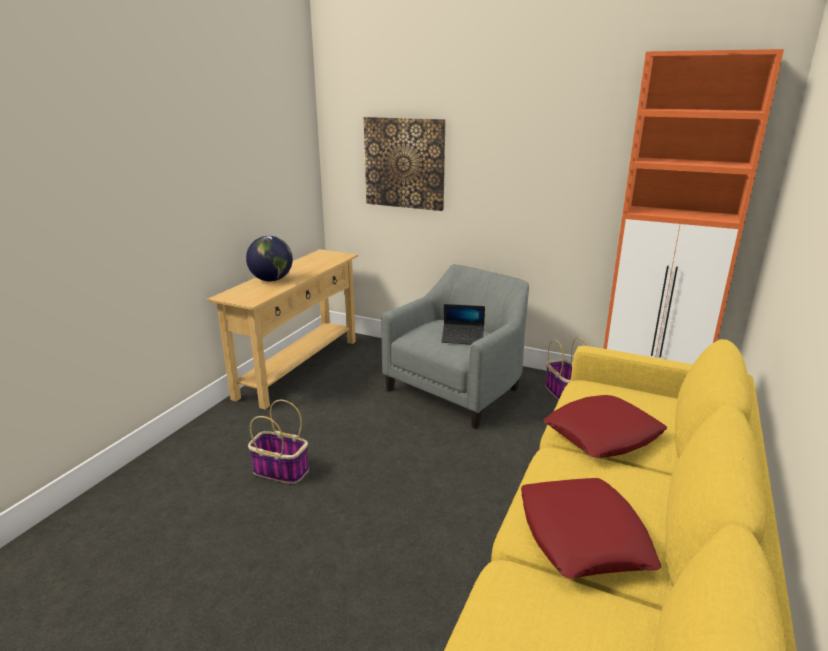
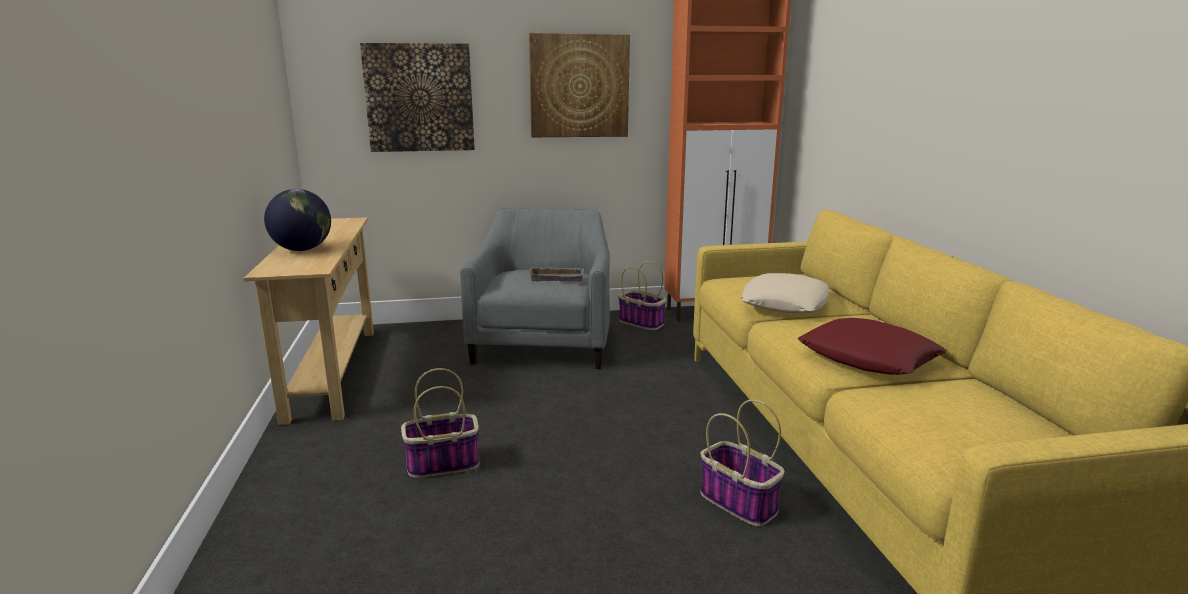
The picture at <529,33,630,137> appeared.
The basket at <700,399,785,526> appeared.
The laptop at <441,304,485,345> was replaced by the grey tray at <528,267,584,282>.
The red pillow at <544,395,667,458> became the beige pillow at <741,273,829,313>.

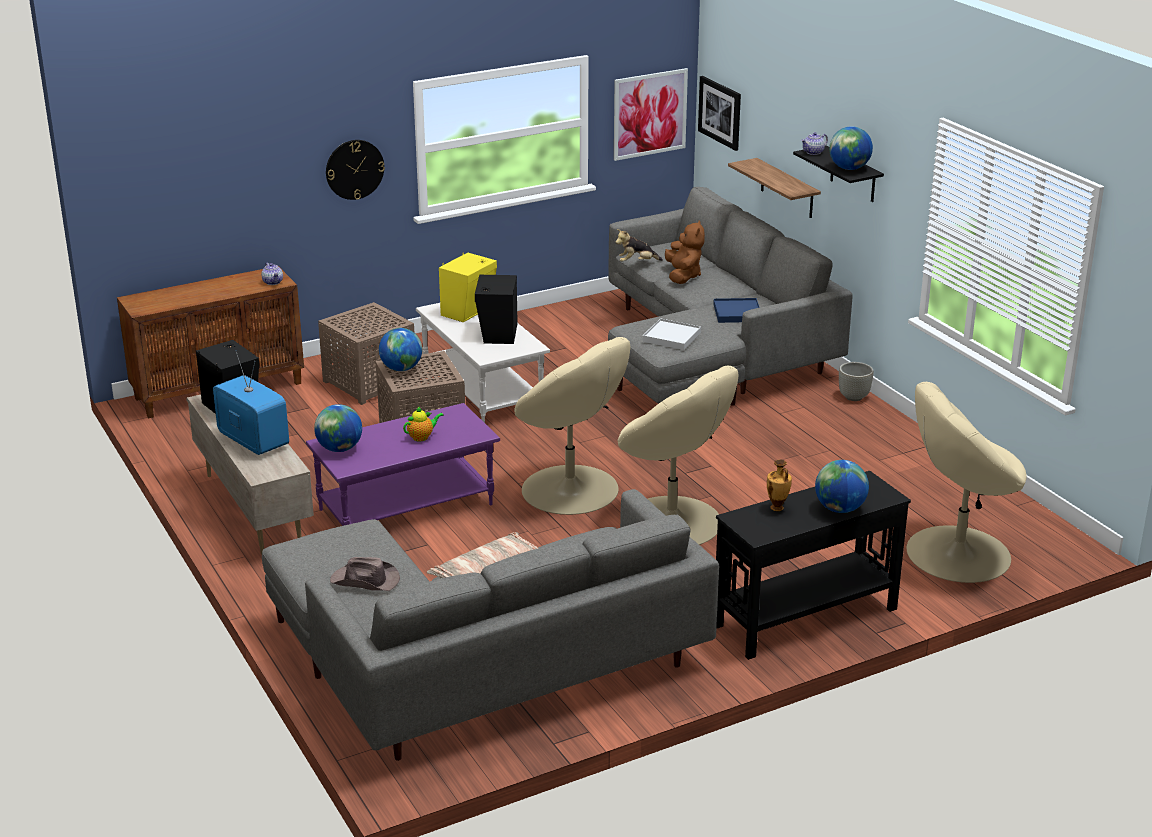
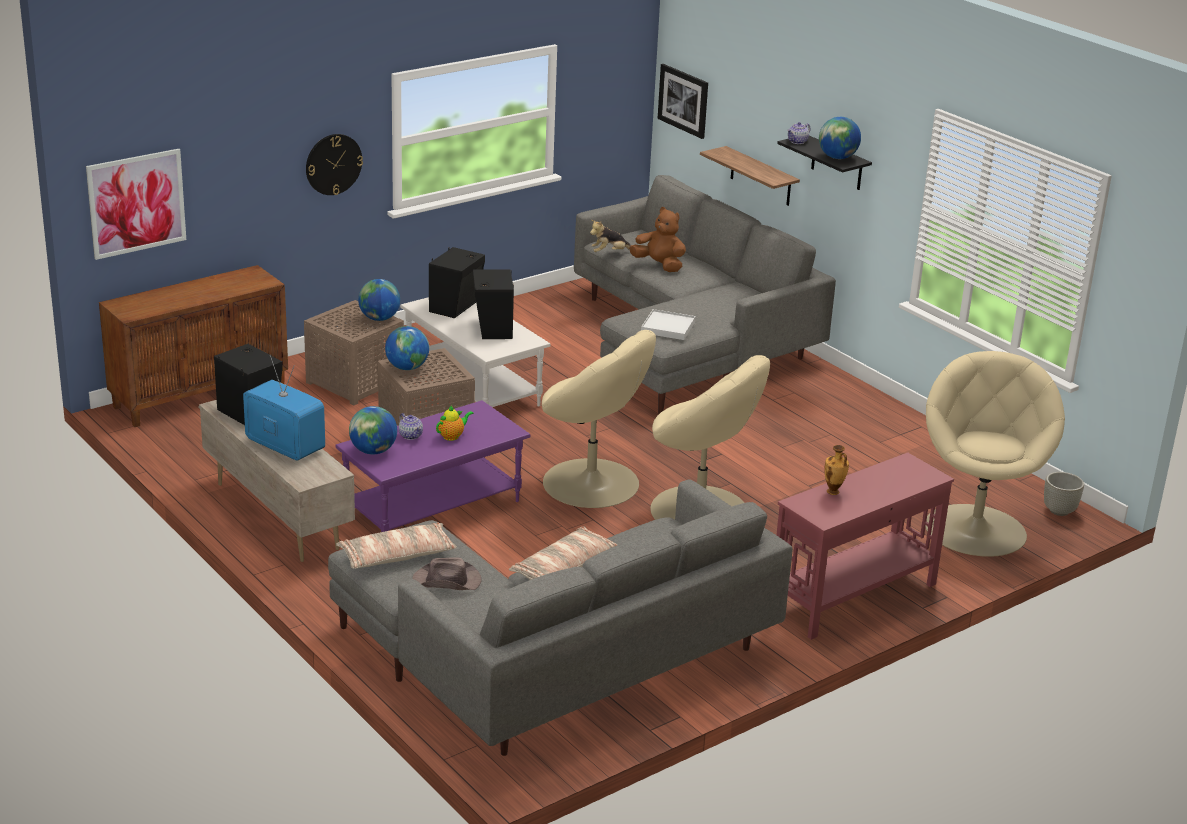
The blue tray at <713,298,760,323> disappeared.
The pillow at <336,523,457,569> appeared.
The teapot moved from <261,263,283,285> to <399,413,423,440>.
The picture moved from <614,68,688,161> to <86,149,186,260>.
The globe moved from <815,460,869,513> to <358,279,400,321>.
The grey planter moved from <839,362,874,401> to <1044,472,1084,516>.
The yellow speaker at <439,252,497,322> became the black speaker at <429,247,485,318>.
The black console table at <716,471,911,660> became the red console table at <776,452,954,640>.
The brown plush toy at <665,220,705,284> turned 45 degrees counterclockwise.
The beige armchair at <906,382,1026,583> turned 120 degrees clockwise.

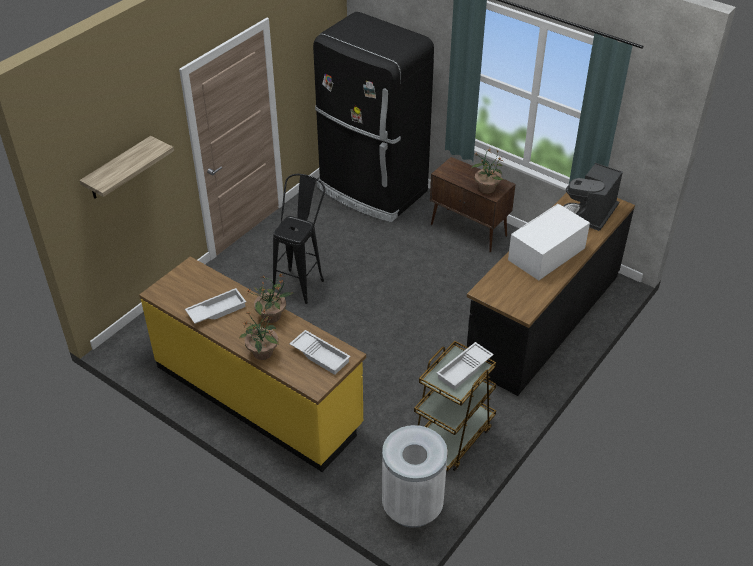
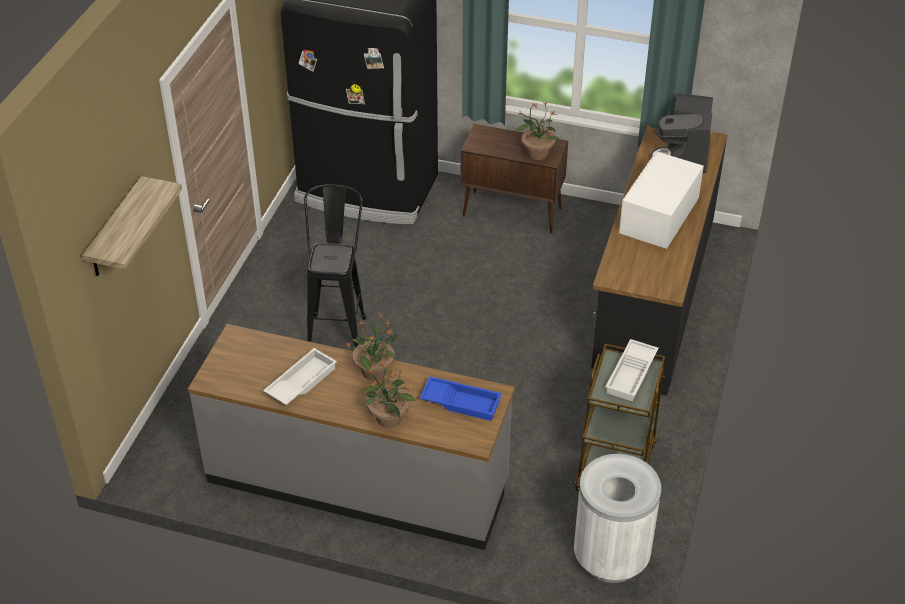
The yellow counter at <139,256,366,472> became the grey counter at <188,324,515,550>.
The white tray at <289,330,351,375> became the blue tray at <420,376,502,421>.

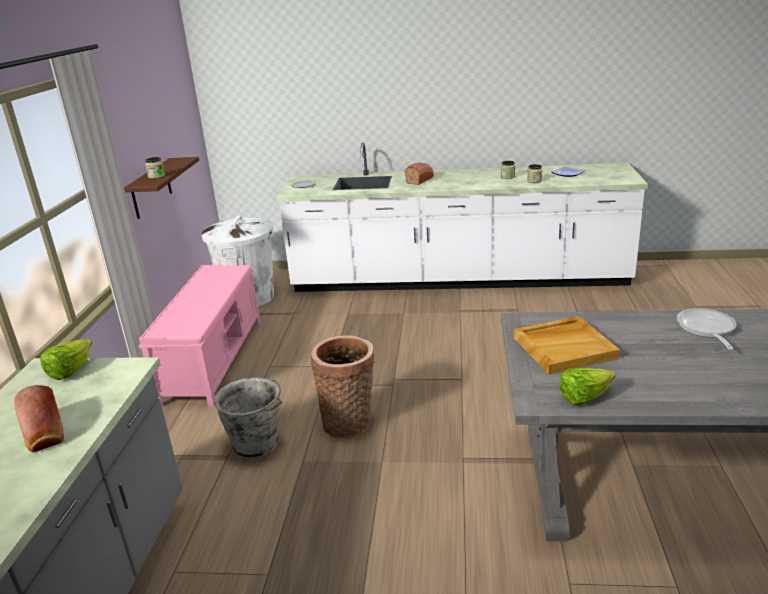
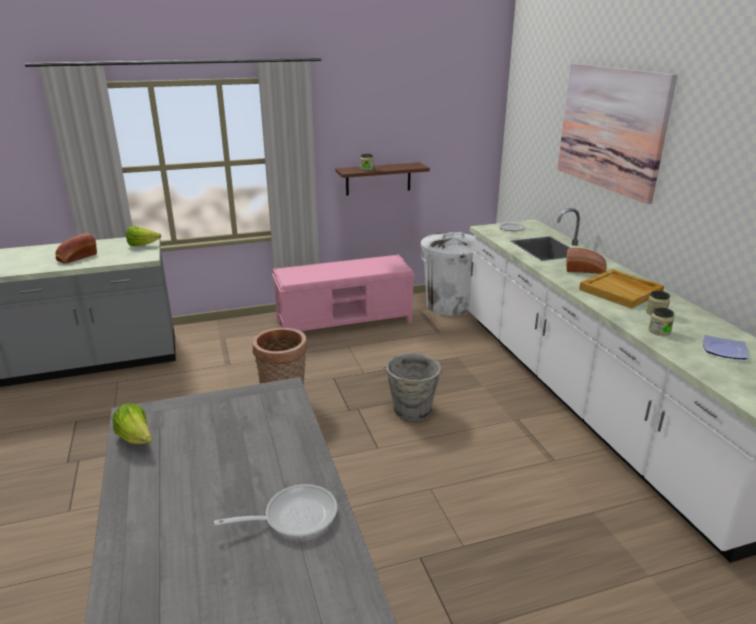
The picture at <557,63,677,204> appeared.
The grey bucket moved from <214,377,282,460> to <383,353,442,421>.
The beige tray moved from <514,316,620,374> to <579,269,664,309>.

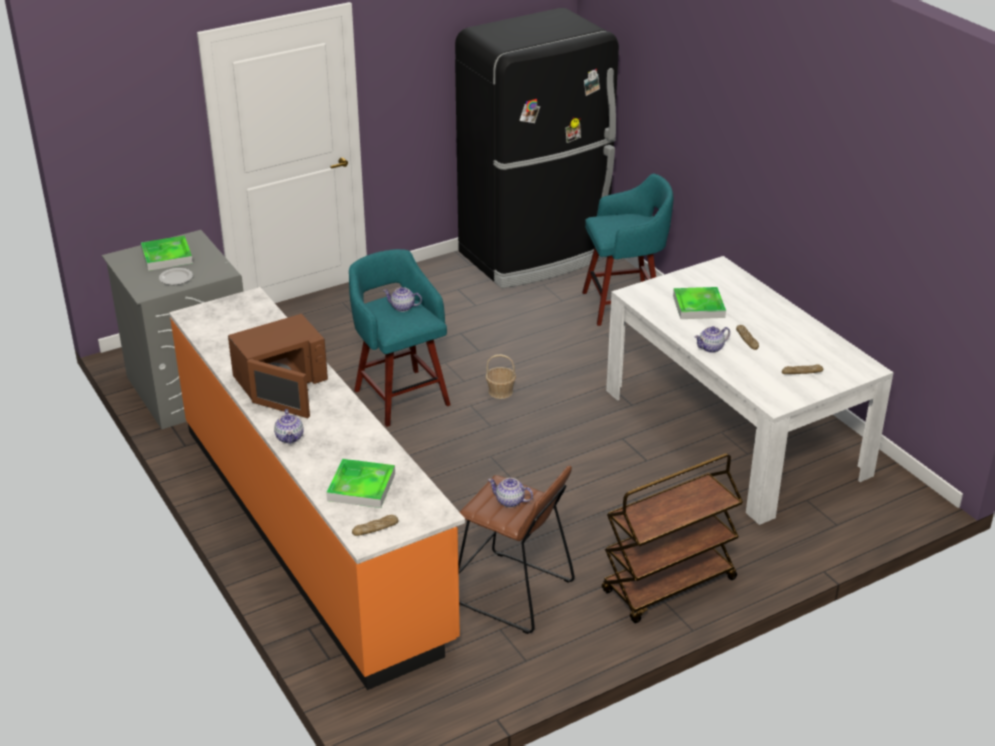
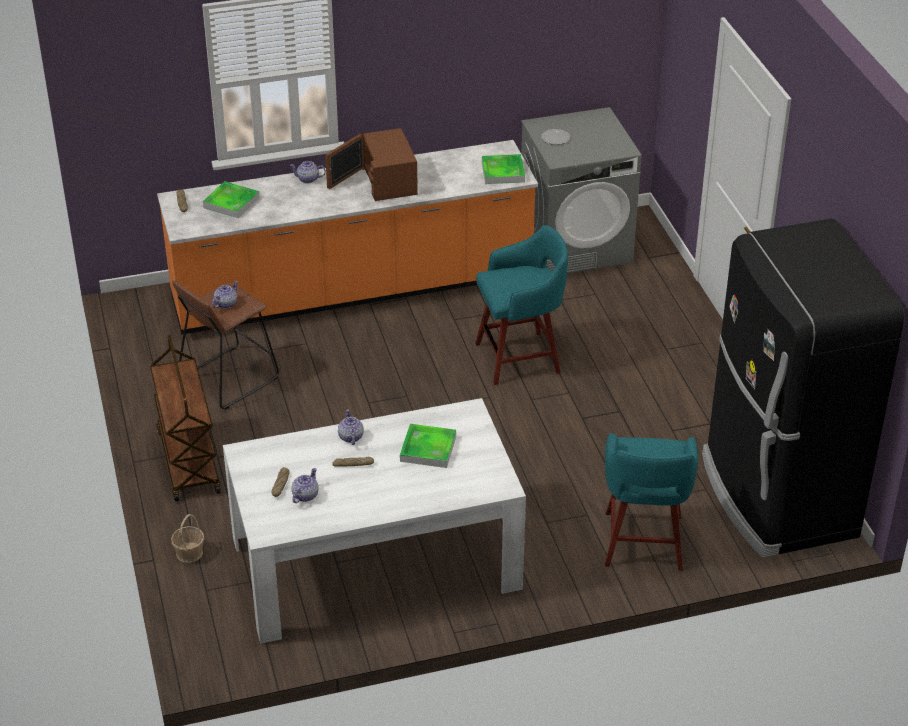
The tray moved from <141,235,193,271> to <482,154,525,184>.
The teapot moved from <383,287,422,312> to <292,468,319,503>.
The basket moved from <485,354,516,399> to <171,514,204,563>.

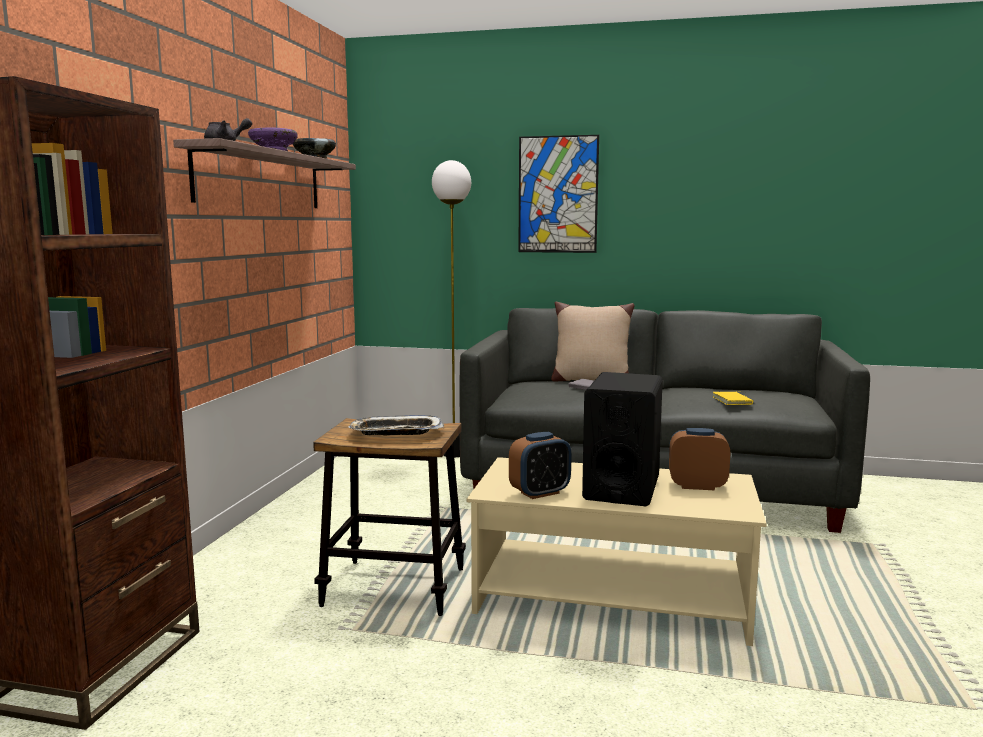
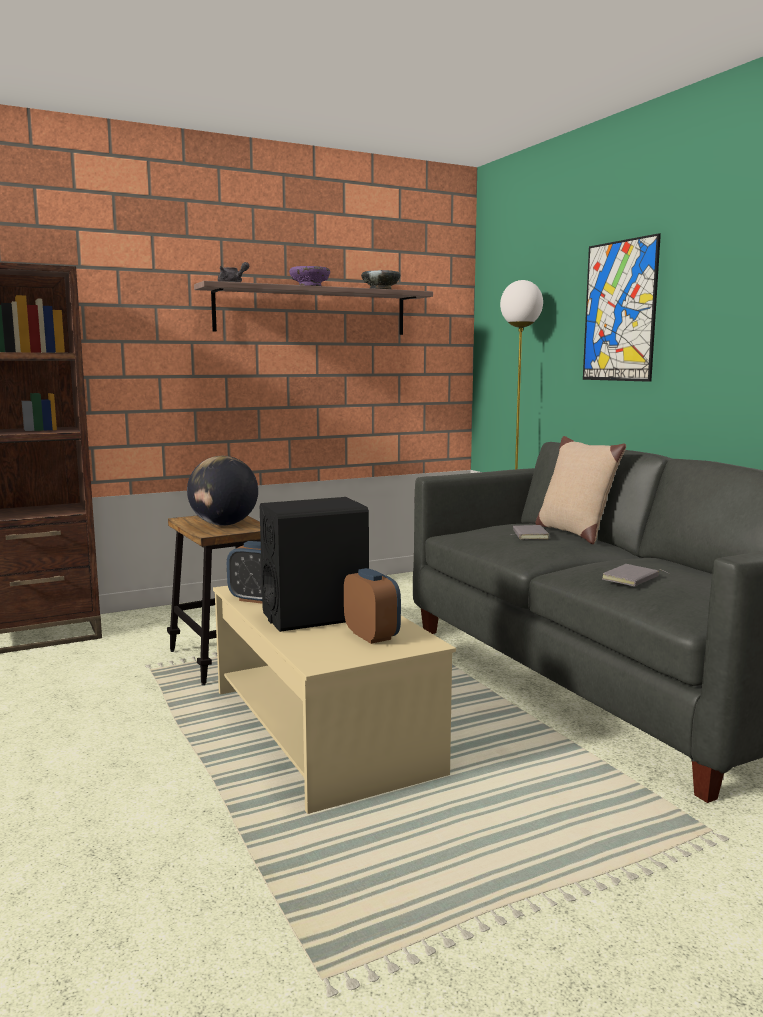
The tray at <348,415,444,435> was replaced by the globe at <187,456,258,526>.
The yellow book at <713,391,753,405> became the grey book at <602,564,669,587>.

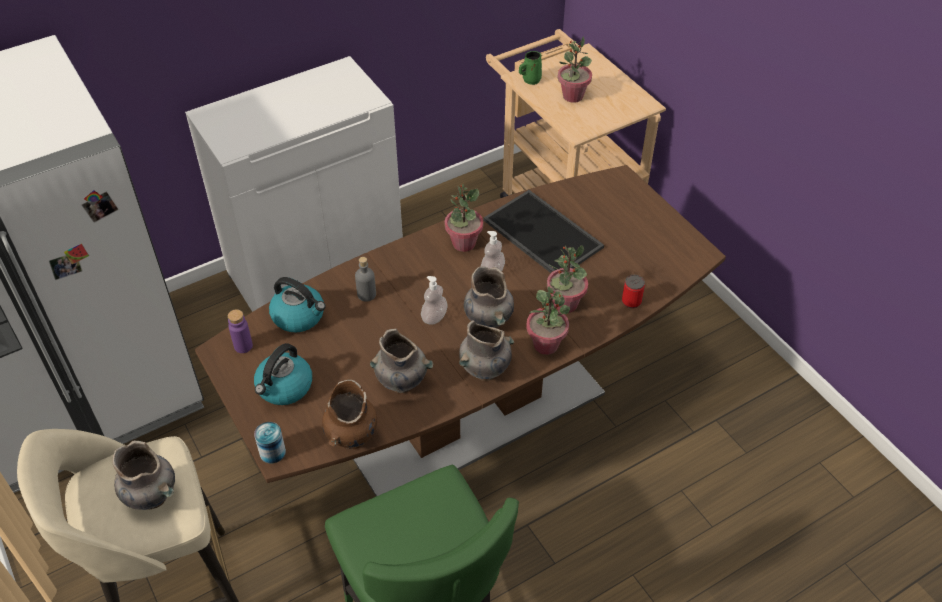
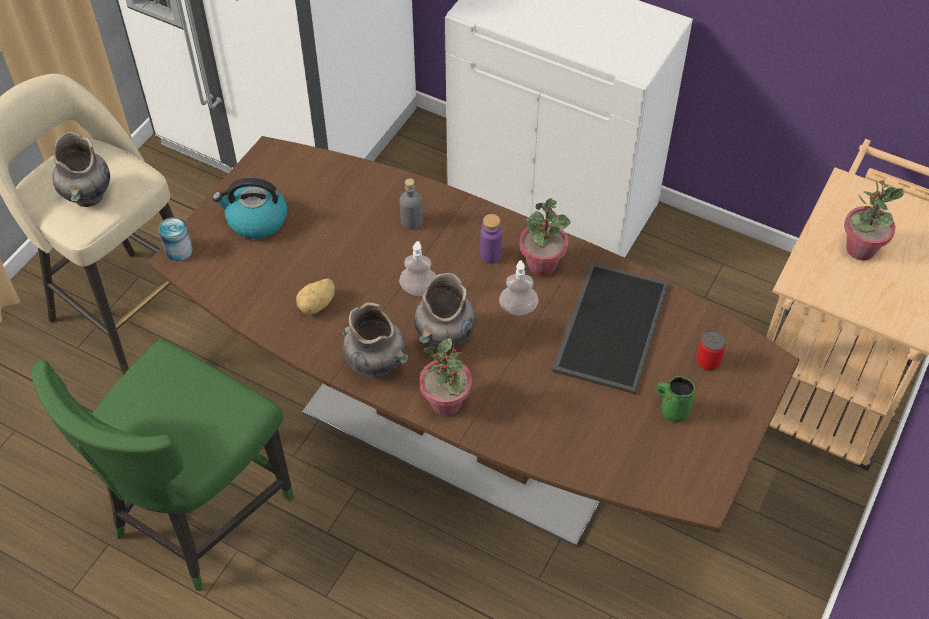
The kettle at <269,277,326,333> disappeared.
The brown vase at <322,380,377,449> disappeared.
The potted plant at <547,245,588,313> disappeared.
The purple bottle moved from <228,309,253,353> to <480,214,502,264>.
The green mug moved from <519,51,542,85> to <656,376,695,422>.
The can moved from <622,275,645,308> to <696,330,726,371>.
The grey vase at <370,329,433,393> was replaced by the potato at <296,278,335,315>.

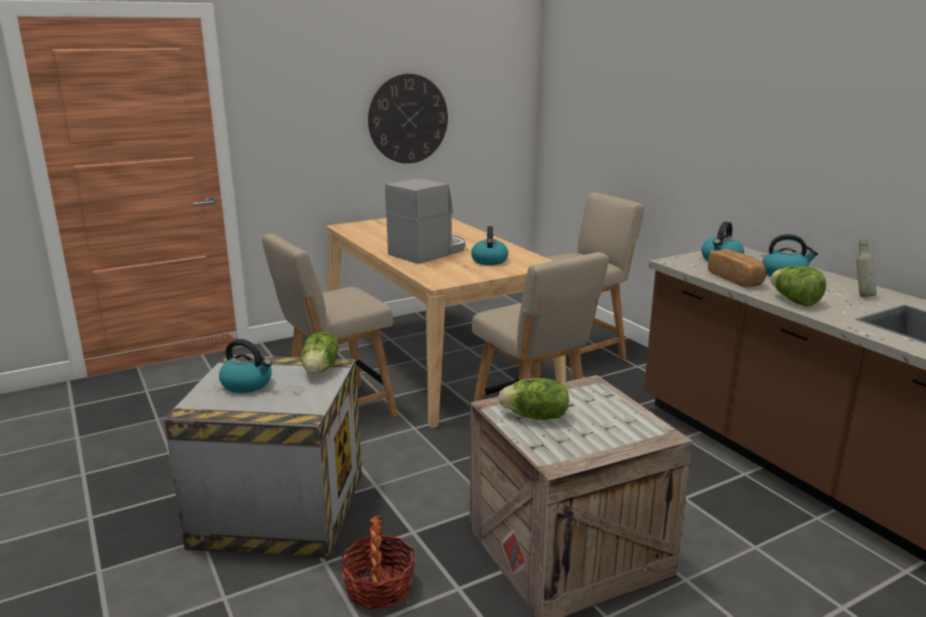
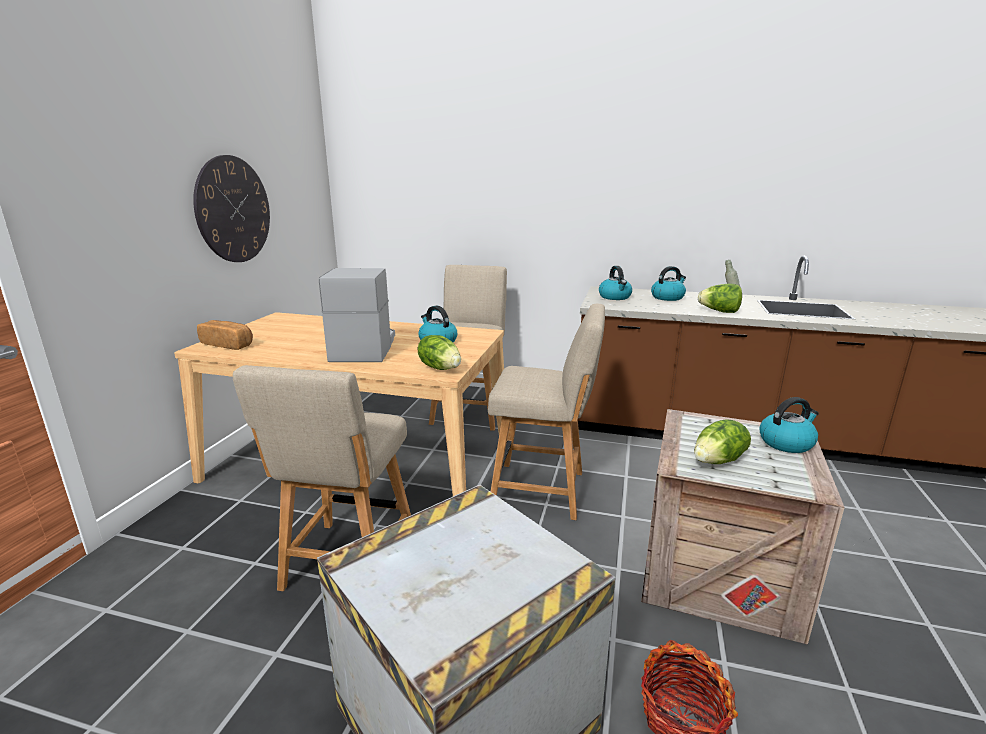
The kettle moved from <219,339,272,393> to <759,397,819,453>.
The lettuce moved from <301,332,339,374> to <418,335,461,370>.
The bread moved from <708,249,767,288> to <197,320,253,350>.

